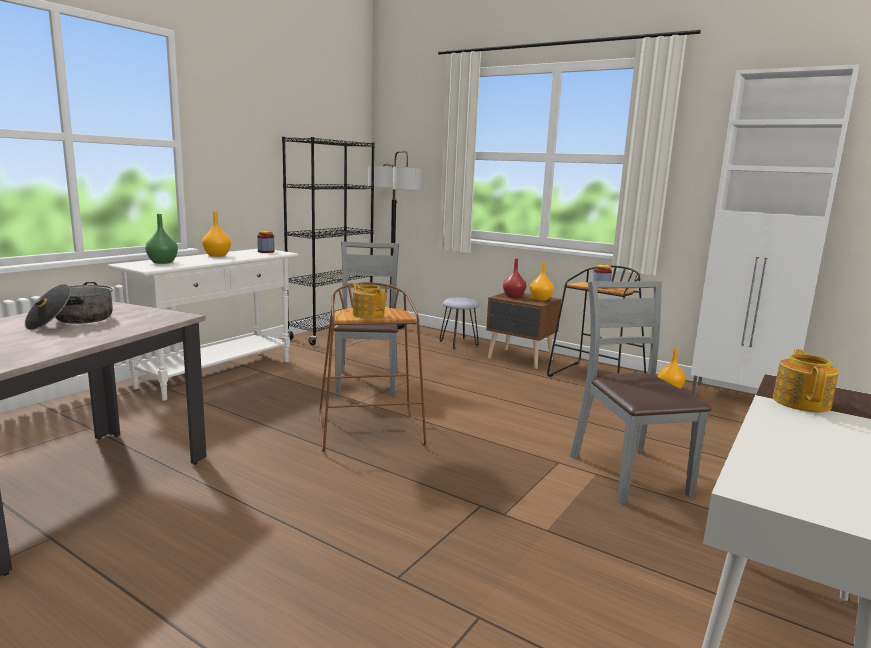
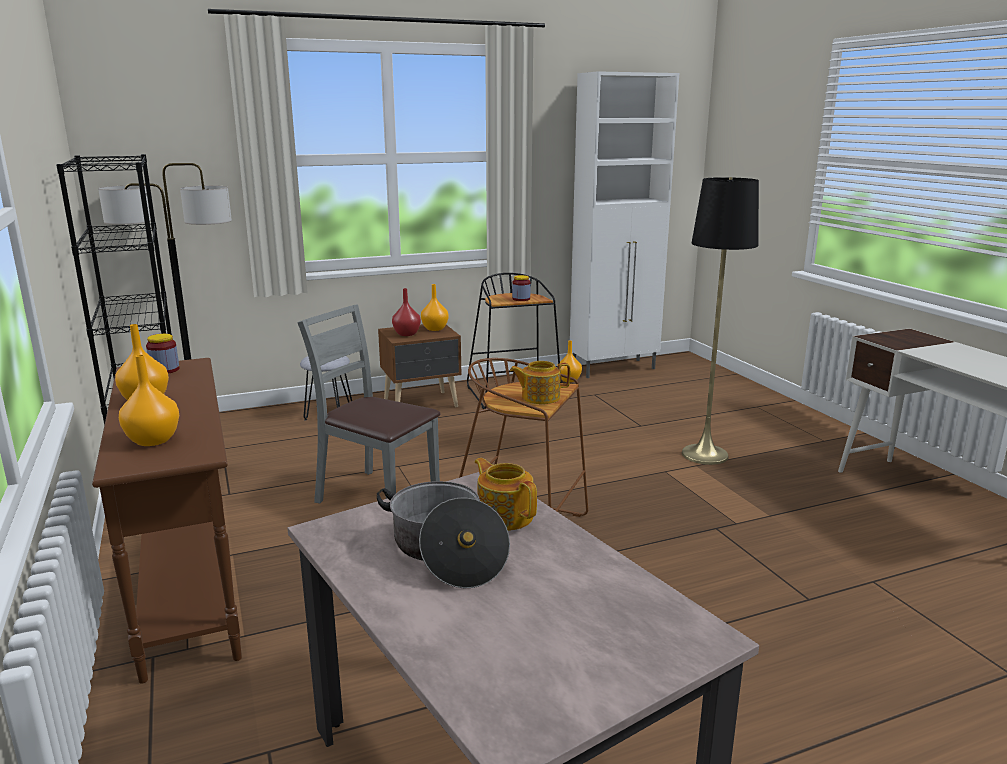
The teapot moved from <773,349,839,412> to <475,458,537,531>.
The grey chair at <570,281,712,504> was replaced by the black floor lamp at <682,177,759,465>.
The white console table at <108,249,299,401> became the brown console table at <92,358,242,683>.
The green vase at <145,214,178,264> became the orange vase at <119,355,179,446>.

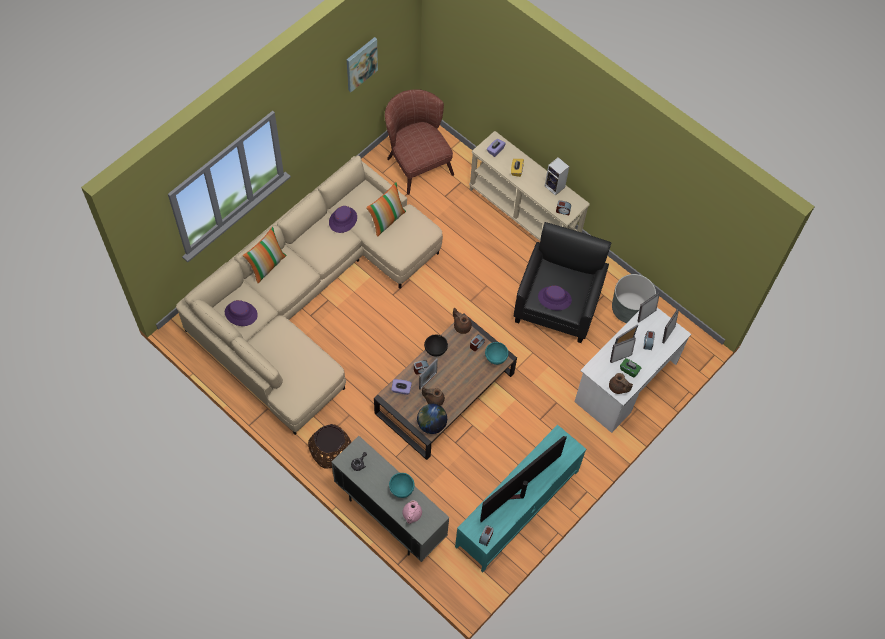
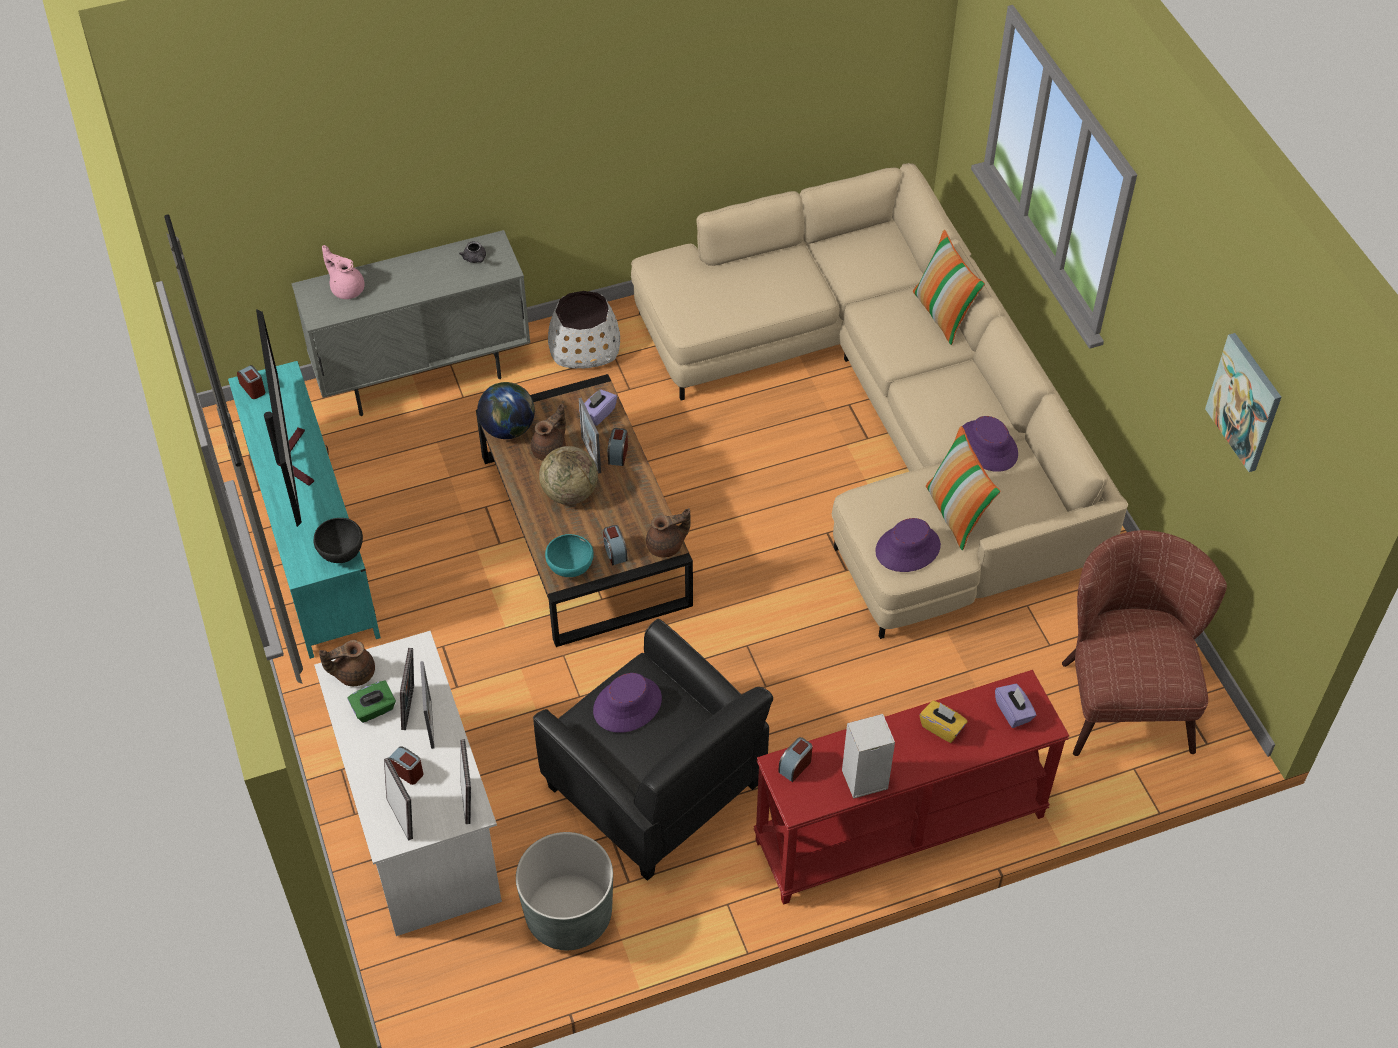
The turquoise bowl at <389,473,415,498> disappeared.
The globe at <539,446,598,505> appeared.
The purple hat moved from <225,300,258,326> to <875,518,941,572>.
The black bowl moved from <424,335,448,356> to <314,518,363,563>.
The brown planter at <308,424,351,469> became the white planter at <548,291,620,369>.
The beige console table at <469,131,590,241> became the red console table at <754,670,1069,905>.
The brown armchair at <385,89,454,195> turned 90 degrees counterclockwise.

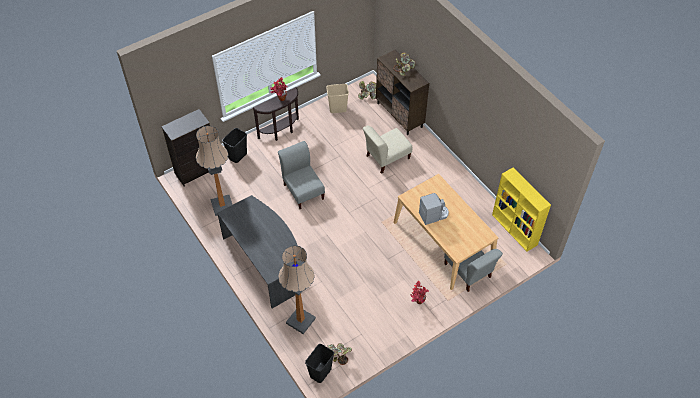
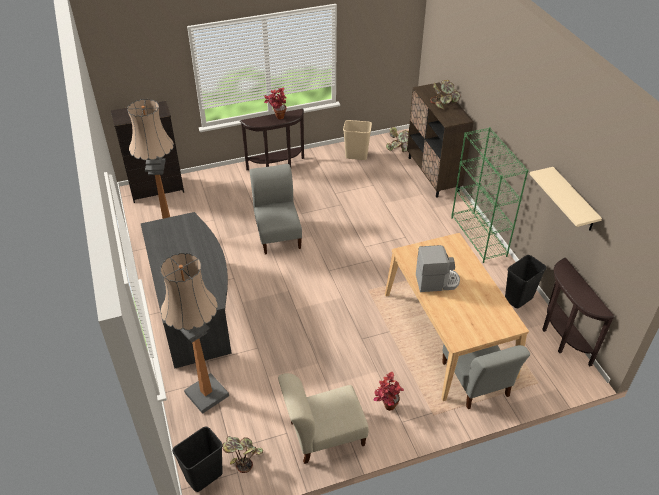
The green bookcase at <451,127,529,263> appeared.
The beige shelf at <530,167,602,231> appeared.
The black trash can moved from <222,128,247,163> to <505,255,547,308>.
The beige chair moved from <363,126,413,174> to <278,373,369,464>.
The yellow bookcase at <492,168,551,252> was replaced by the brown console table at <542,258,615,366>.

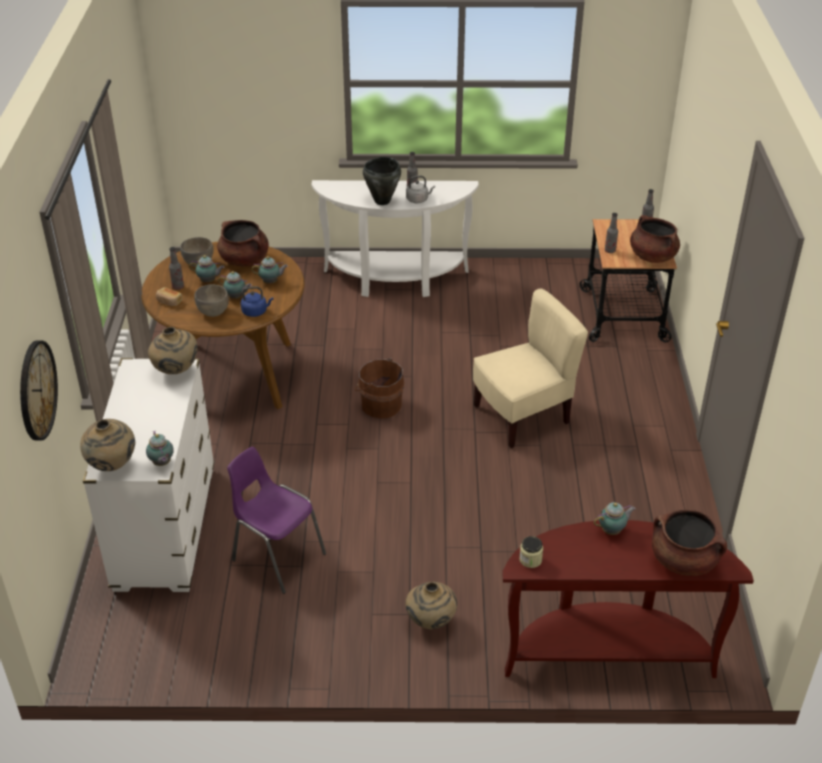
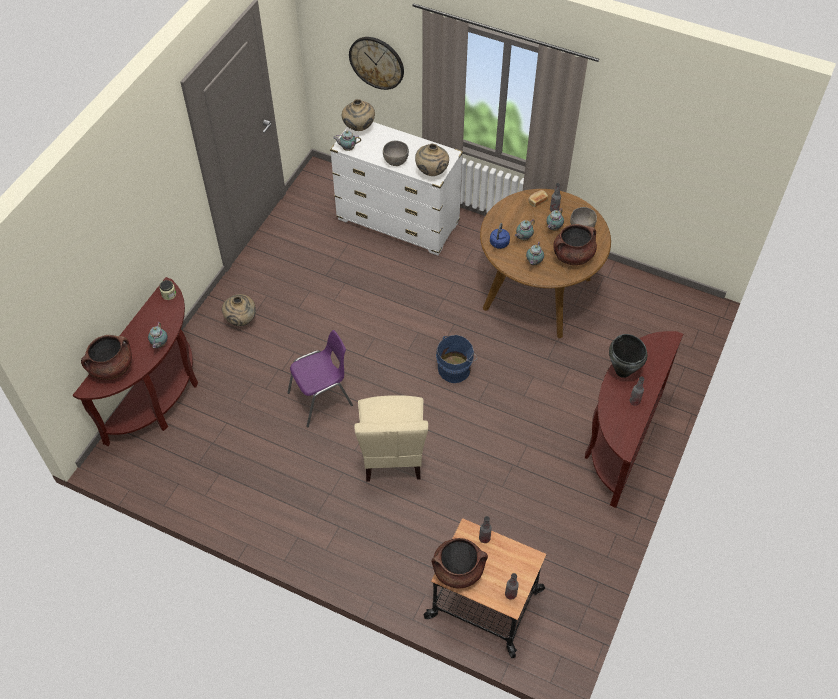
The grey kettle at <406,176,435,203> disappeared.
The grey bowl moved from <194,284,229,317> to <383,140,409,166>.
The purple chair moved from <227,447,326,594> to <288,330,353,428>.
The white console table at <312,180,479,297> became the brown console table at <585,331,683,508>.
The brown bucket at <355,358,404,418> became the blue bucket at <436,335,477,383>.

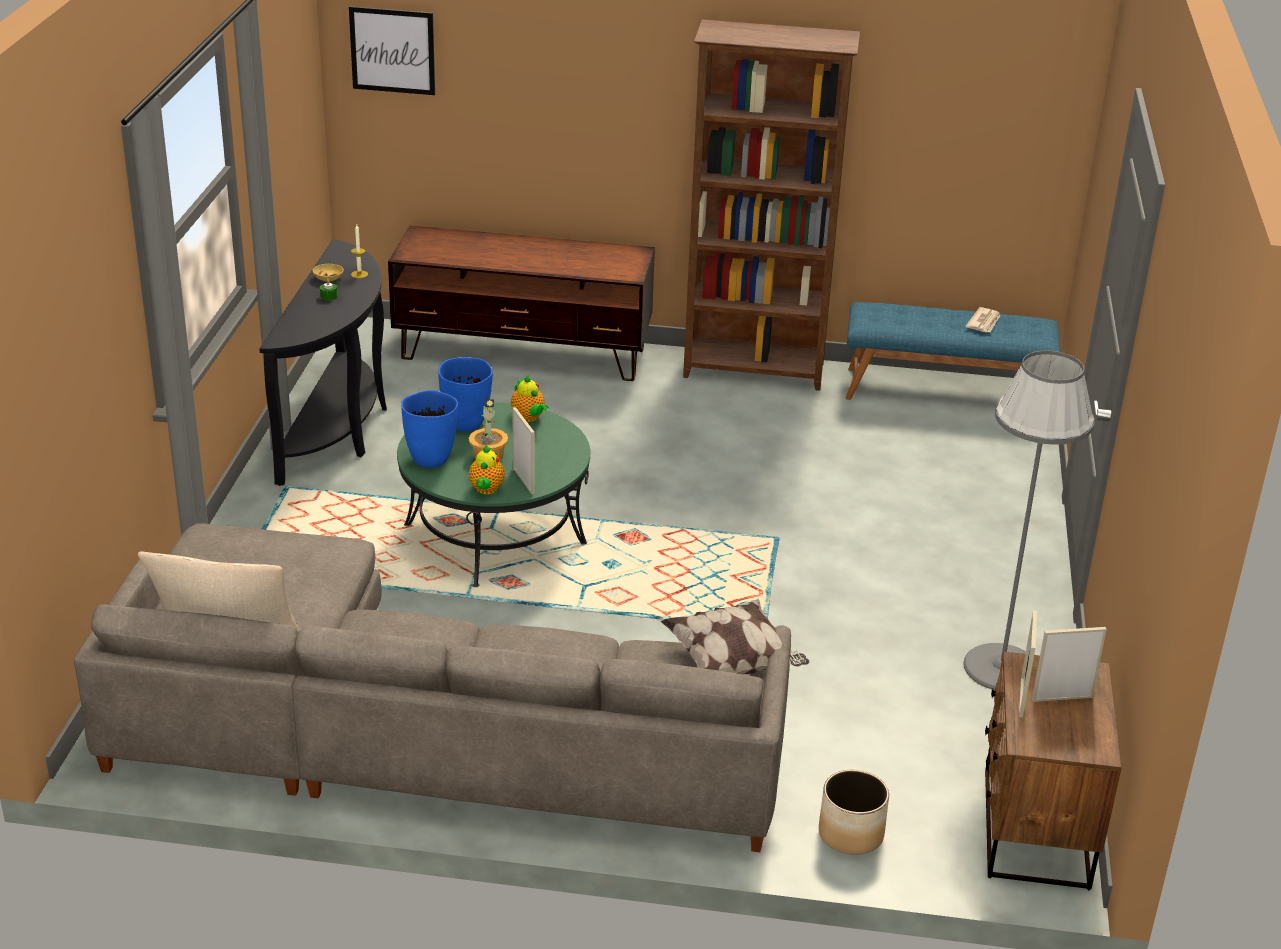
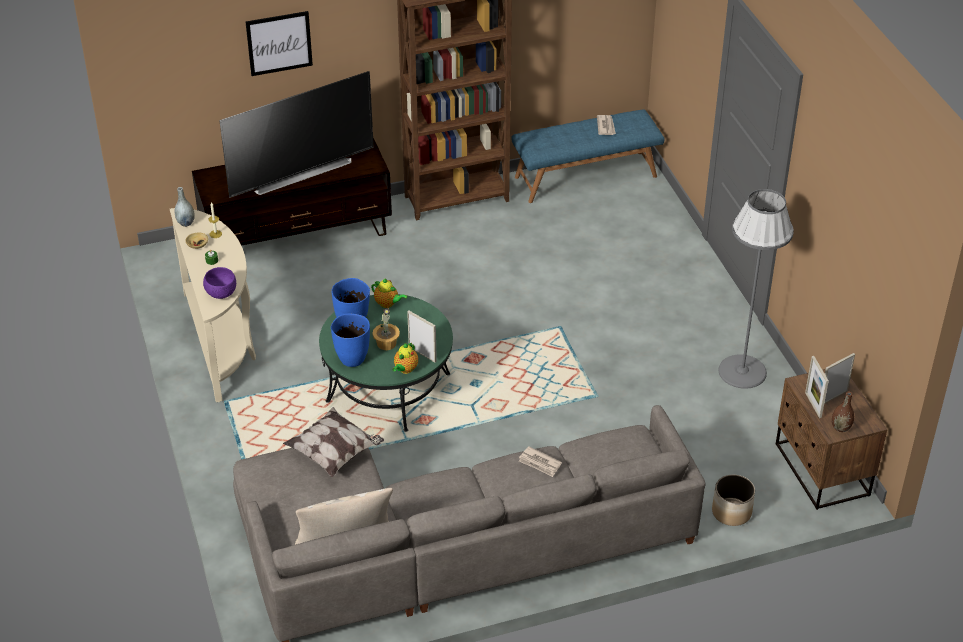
The grey vase at <175,187,195,227> appeared.
The purple bowl at <203,267,236,299> appeared.
The television at <219,71,374,198> appeared.
The newspaper at <519,446,562,477> appeared.
The brown vase at <832,391,854,432> appeared.
The picture moved from <349,6,435,95> to <246,11,313,76>.
The pillow moved from <661,600,809,674> to <283,407,384,478>.
The black console table at <259,239,387,486> became the beige console table at <170,208,256,402>.
The teapot at <469,445,505,494> turned 45 degrees clockwise.

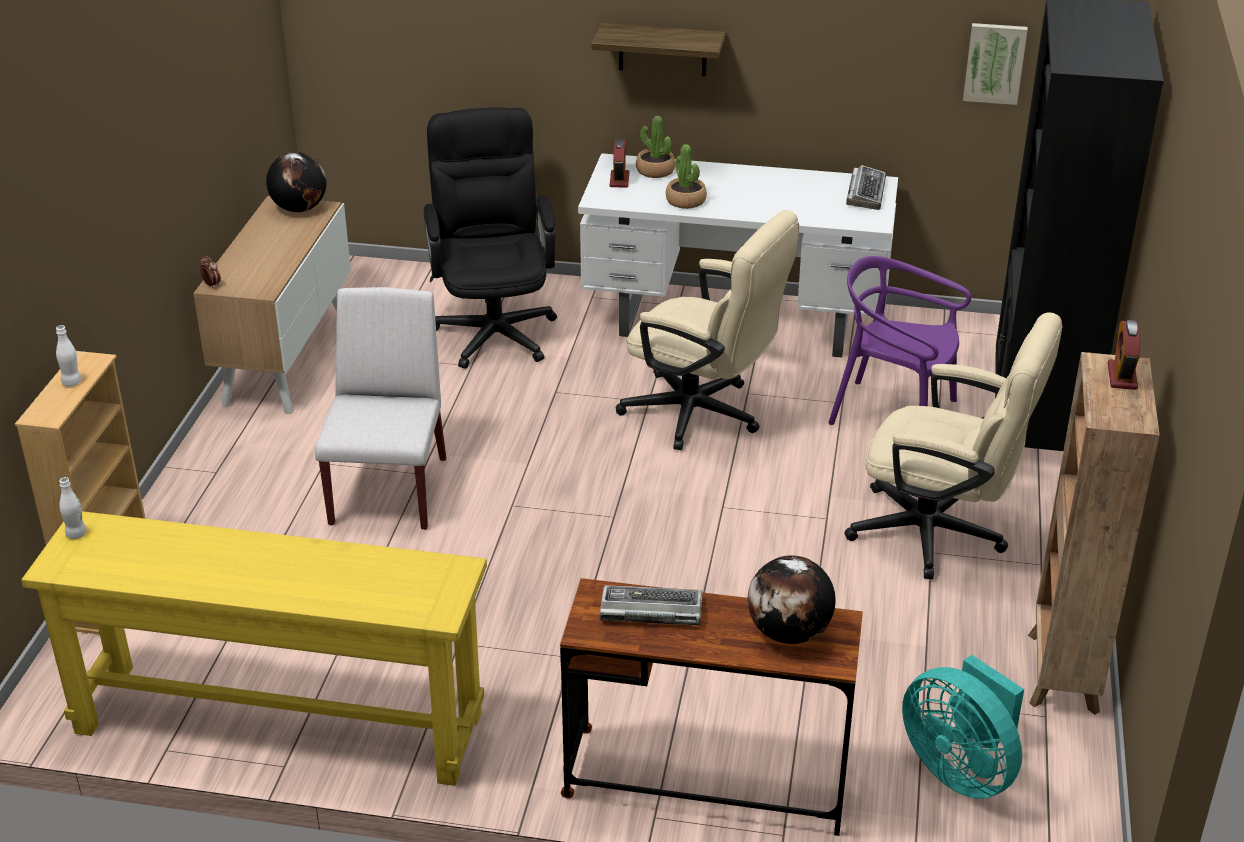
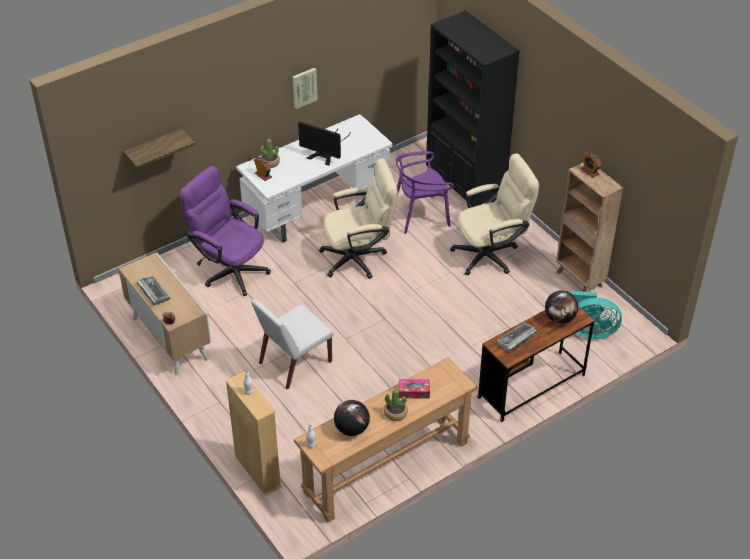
The monitor at <298,122,351,166> appeared.
The tissue box at <399,379,430,398> appeared.
The globe moved from <266,152,327,212> to <334,400,370,436>.
The shelf moved from <591,23,725,76> to <124,129,195,169>.
The potted plant moved from <666,144,707,209> to <384,389,408,421>.
The keyboard moved from <846,165,886,210> to <137,276,170,306>.
The picture moved from <963,23,1028,105> to <293,68,318,109>.
The yellow console table at <21,511,487,786> became the brown console table at <294,357,477,523>.
The black office chair at <423,107,557,369> became the purple office chair at <179,166,271,296>.
The white chair at <315,287,446,530> turned 90 degrees counterclockwise.

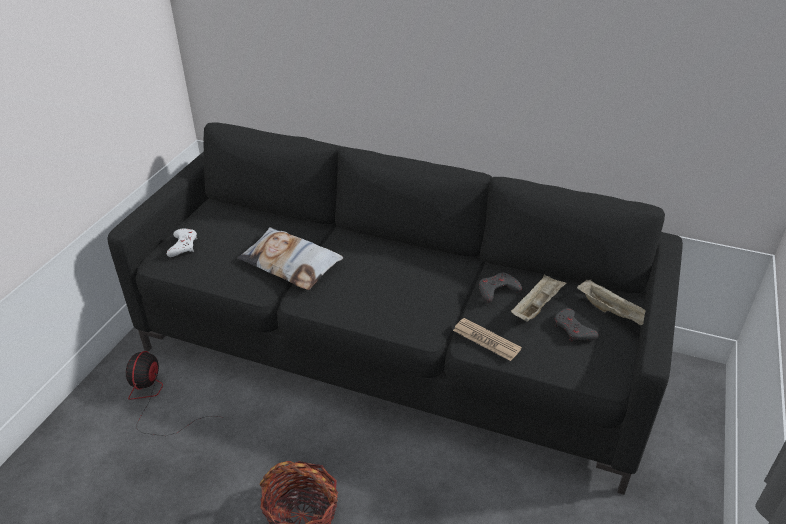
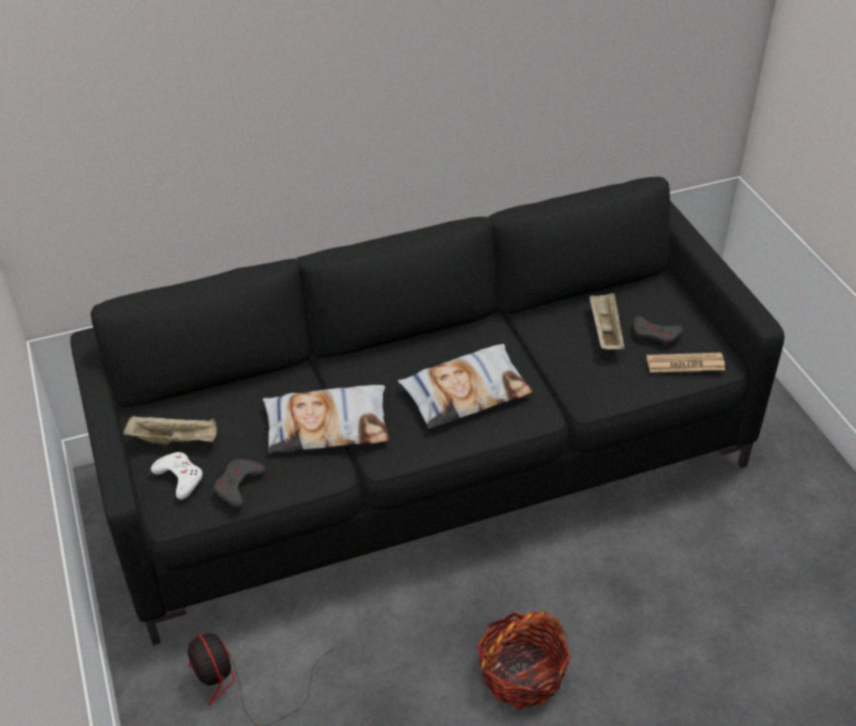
The pillow at <398,344,533,429> appeared.
The newspaper moved from <453,318,522,361> to <646,353,725,373>.
The grey game controller moved from <479,273,522,302> to <214,459,266,509>.
The beige tray moved from <577,280,645,325> to <123,415,217,445>.

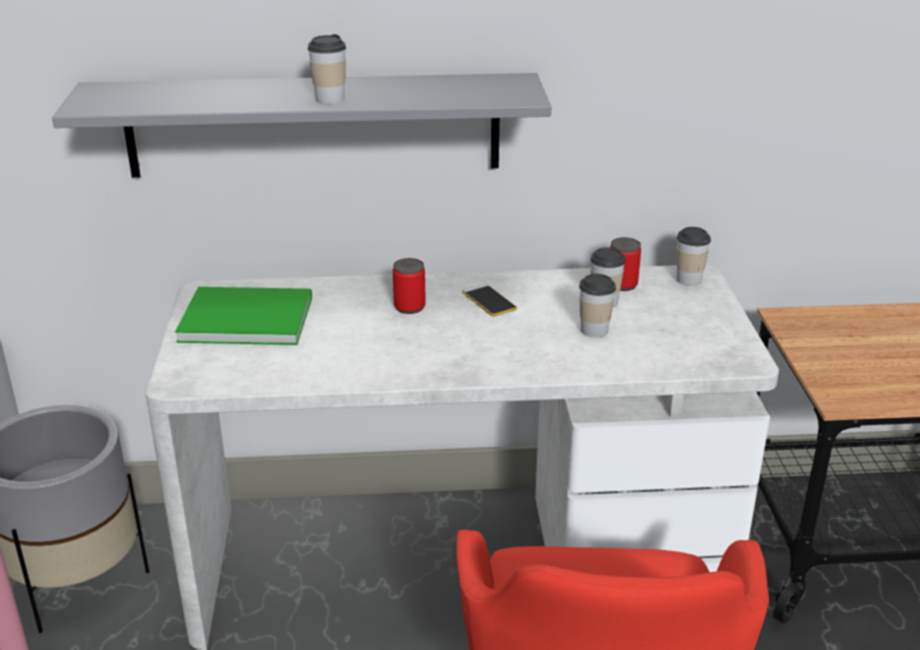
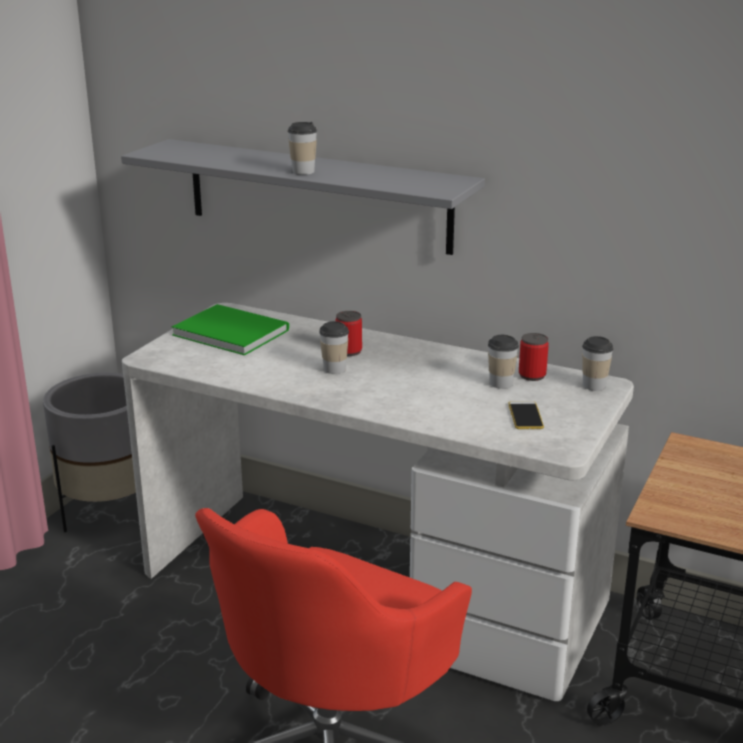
The phone moved from <462,284,517,316> to <508,401,544,429>.
The cup moved from <579,274,616,337> to <319,321,349,374>.

